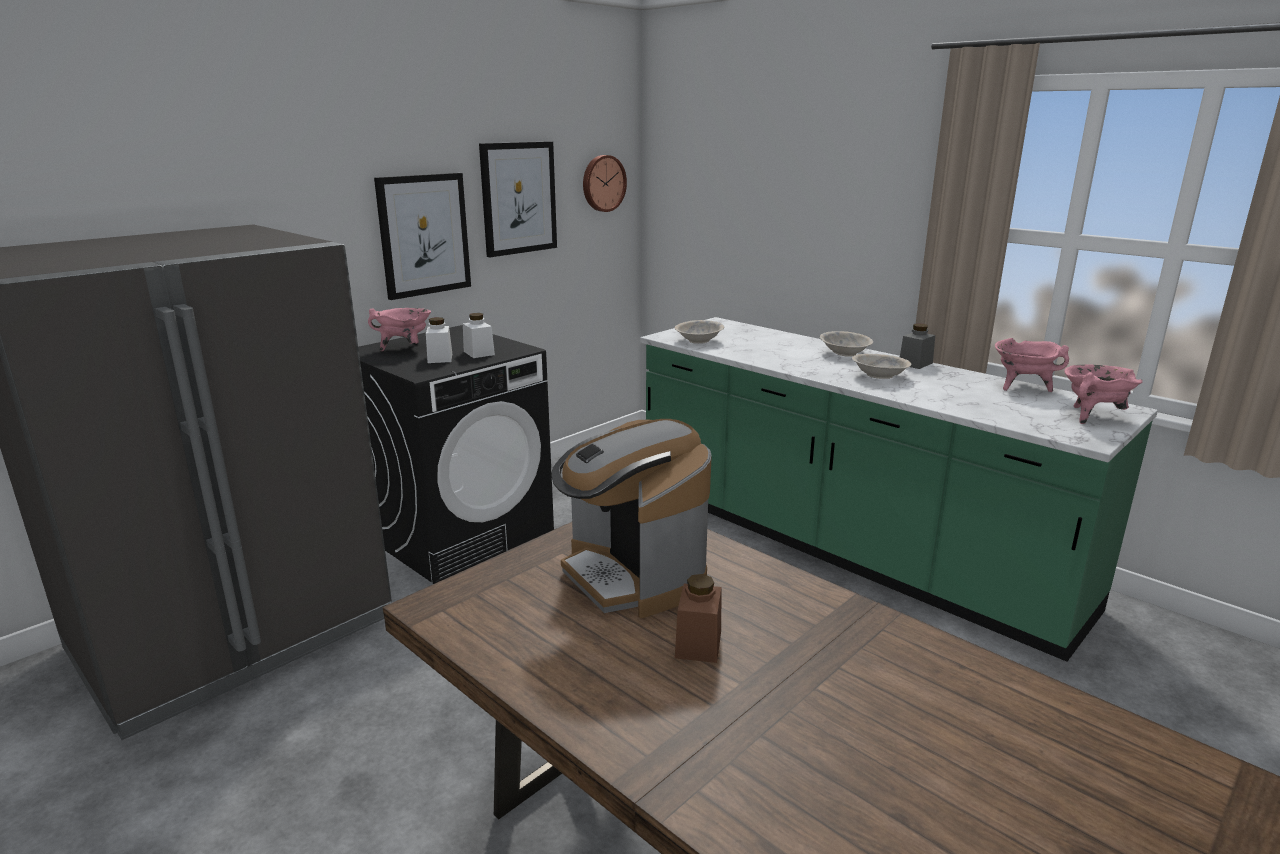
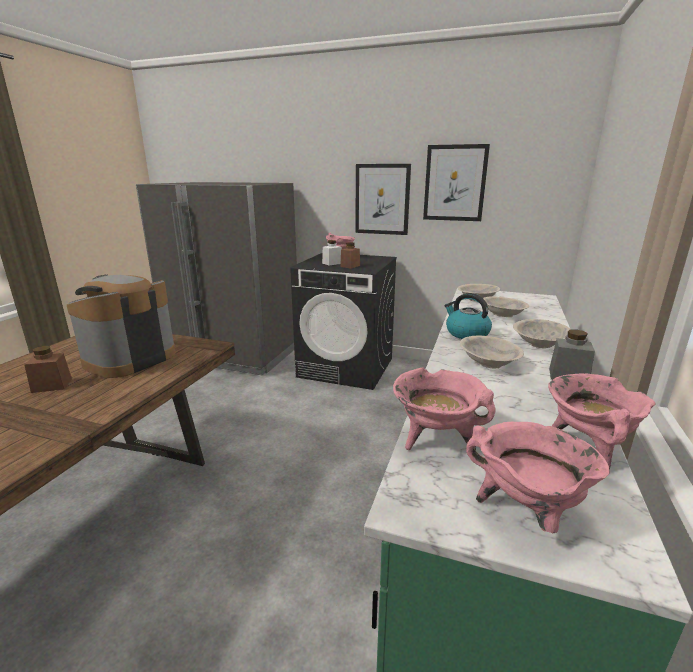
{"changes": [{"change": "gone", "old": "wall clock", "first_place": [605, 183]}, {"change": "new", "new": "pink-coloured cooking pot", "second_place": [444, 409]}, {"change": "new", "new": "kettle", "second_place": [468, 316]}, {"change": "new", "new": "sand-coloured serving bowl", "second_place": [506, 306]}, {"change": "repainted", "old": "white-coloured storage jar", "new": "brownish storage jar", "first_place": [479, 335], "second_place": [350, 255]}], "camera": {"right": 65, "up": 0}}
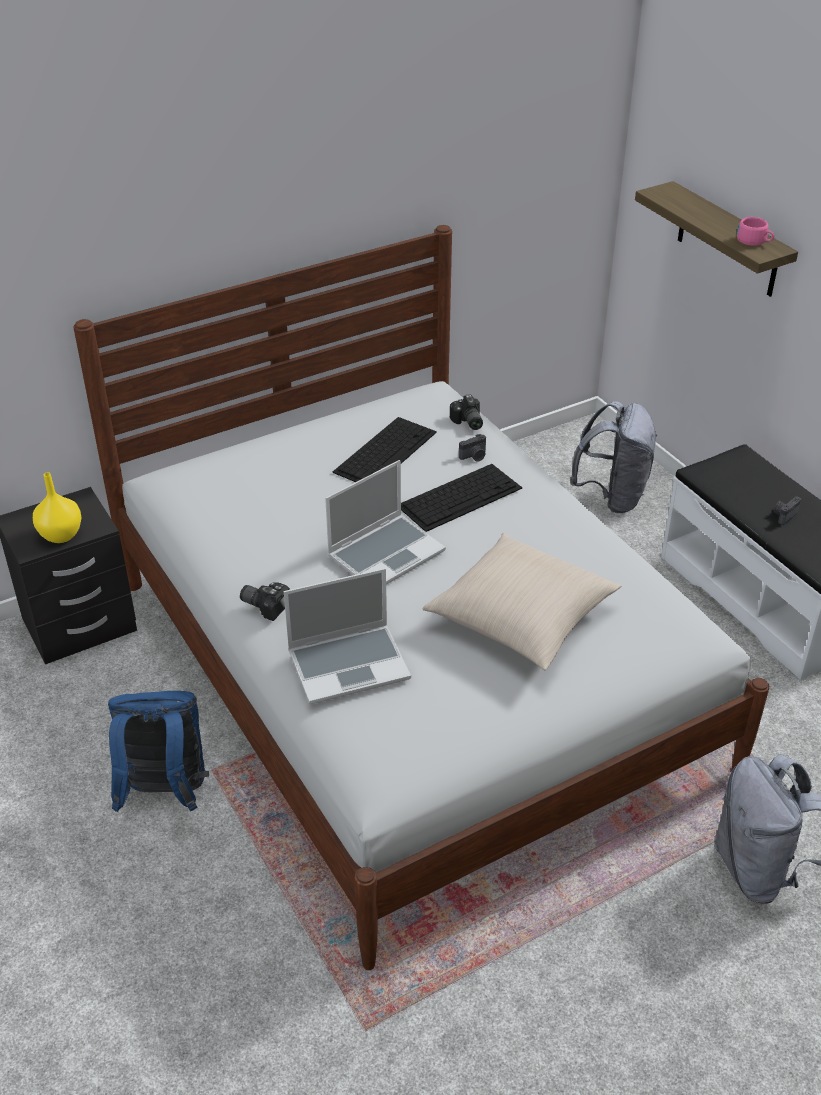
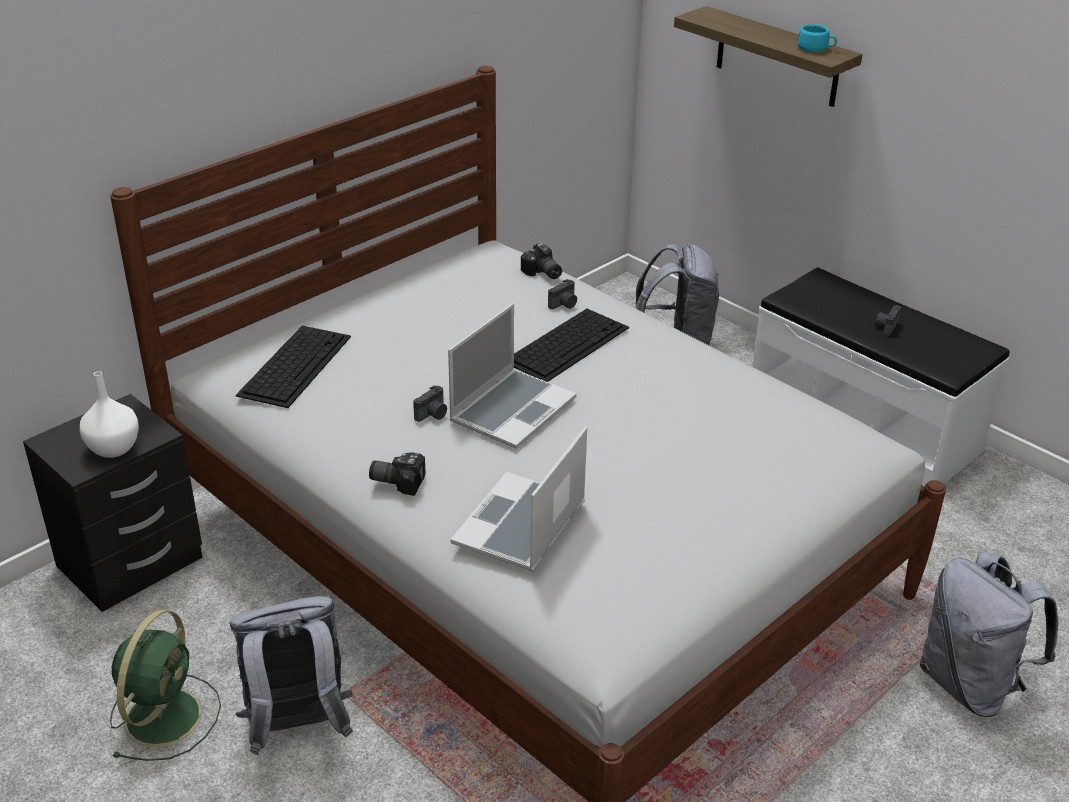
{"changes": [{"change": "gone", "old": "sand-coloured throw pillow", "first_place": [522, 601]}, {"change": "new", "new": "green electric fan", "second_place": [165, 685]}, {"change": "new", "new": "photo camera", "second_place": [430, 403]}, {"change": "shifted", "old": "PC keyboard", "first_place": [384, 449], "second_place": [293, 367]}, {"change": "repainted", "old": "yellowish decorative vase", "new": "white-coloured decorative vase", "first_place": [57, 507], "second_place": [109, 414]}, {"change": "repainted", "old": "bluish knapsack", "new": "greyish knapsack", "first_place": [158, 751], "second_place": [291, 675]}, {"change": "repainted", "old": "pink-coloured small cup", "new": "blue-green small cup", "first_place": [755, 231], "second_place": [817, 38]}, {"change": "rotated", "old": "notebook computer", "first_place": [347, 636], "second_place": [518, 499], "degrees": 150}], "camera": {"right": -15, "up": -5}}
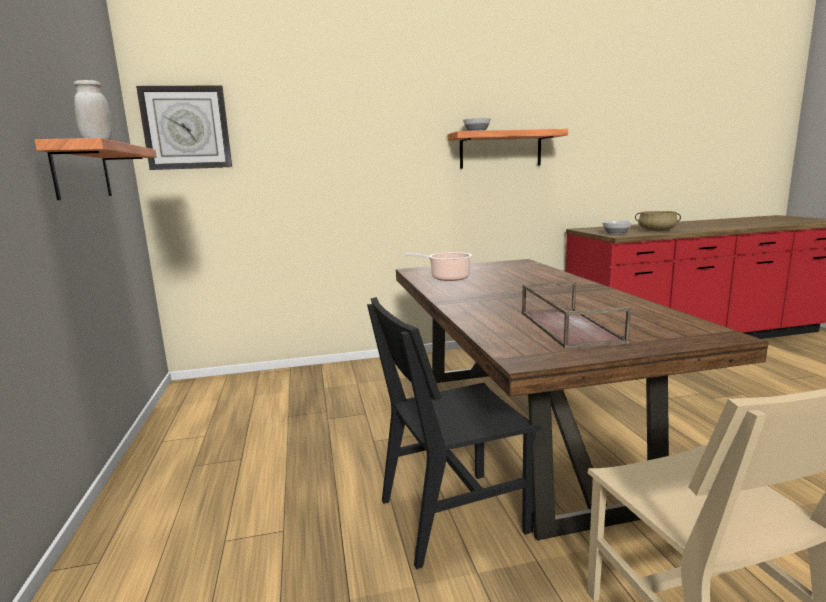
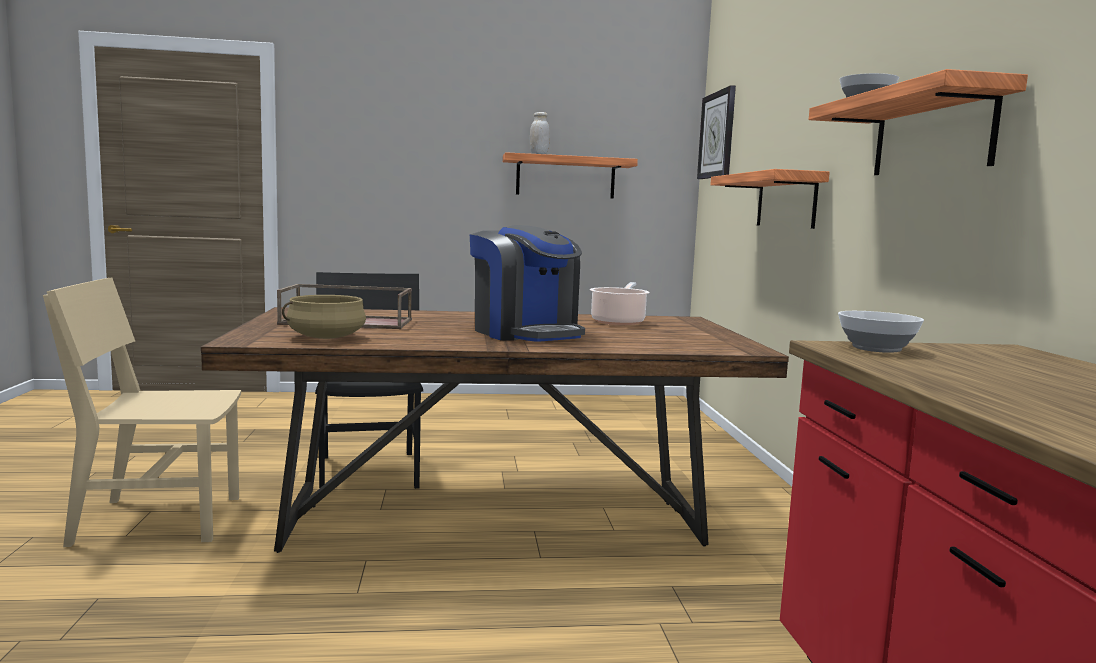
{"changes": [{"change": "new", "new": "coffee maker", "second_place": [527, 283]}, {"change": "new", "new": "wall shelf", "second_place": [770, 199]}, {"change": "shifted", "old": "sand-coloured cooking pot", "first_place": [658, 221], "second_place": [324, 317]}], "camera": {"right": 95, "up": -5}}
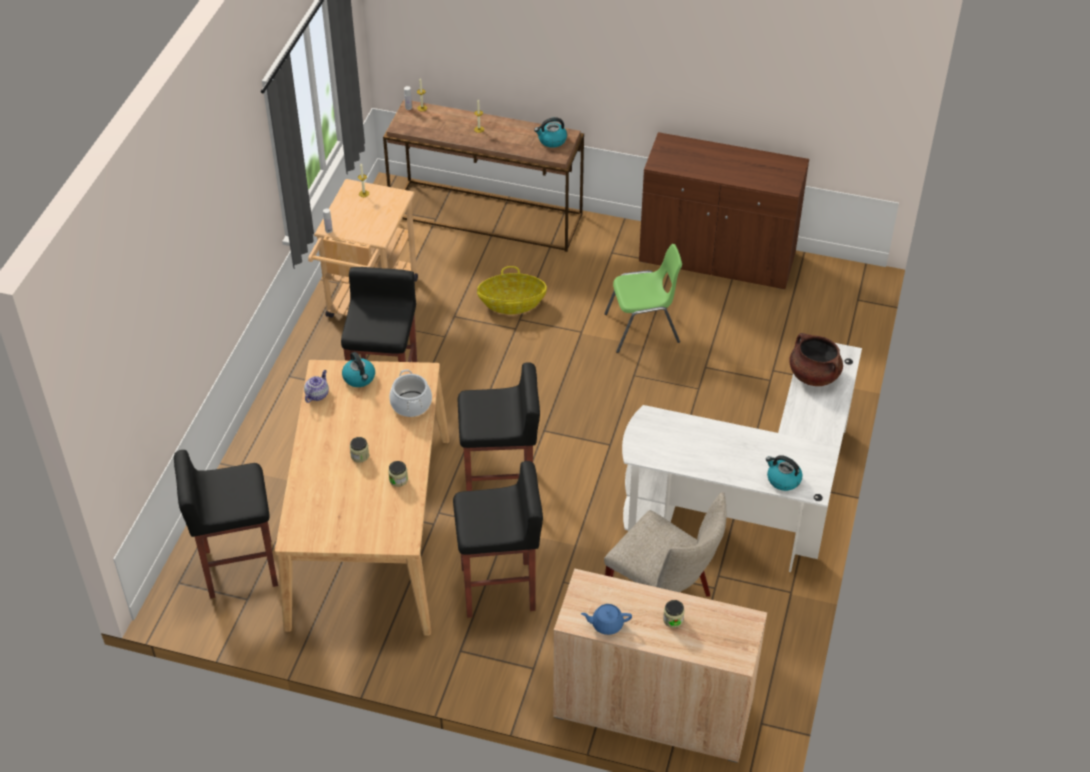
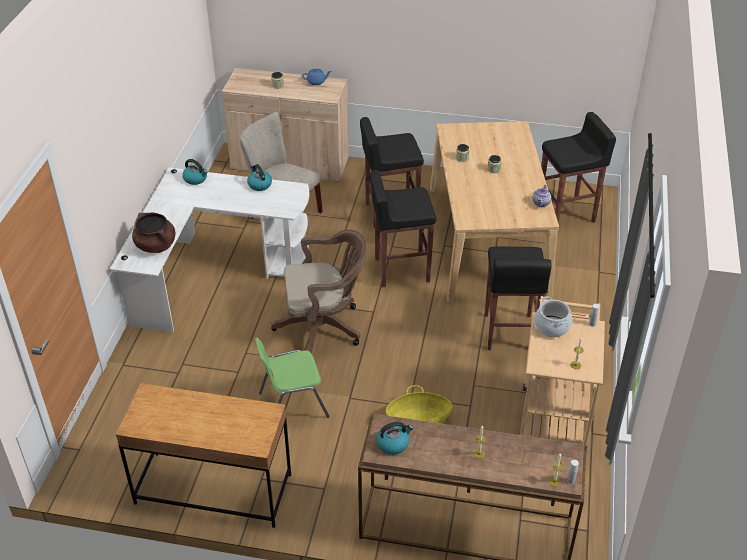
{"changes": [{"change": "new", "new": "brownish office chair", "second_place": [318, 291]}, {"change": "shifted", "old": "kettle", "first_place": [358, 369], "second_place": [259, 177]}, {"change": "shifted", "old": "cooking pot", "first_place": [410, 393], "second_place": [553, 316]}, {"change": "swapped", "old": "brownish cabinet", "new": "brownish desk", "first_place": [724, 211], "second_place": [203, 455]}], "camera": {"right": 175, "up": -5}}
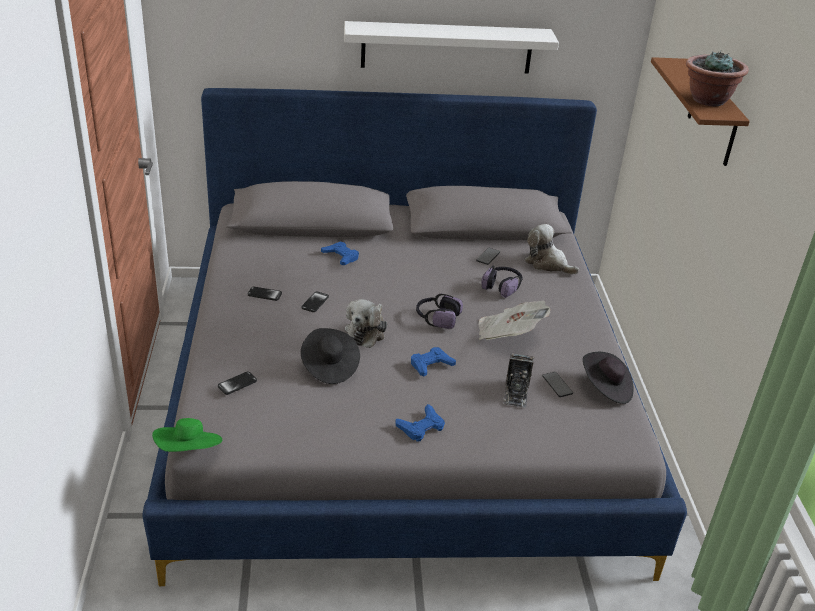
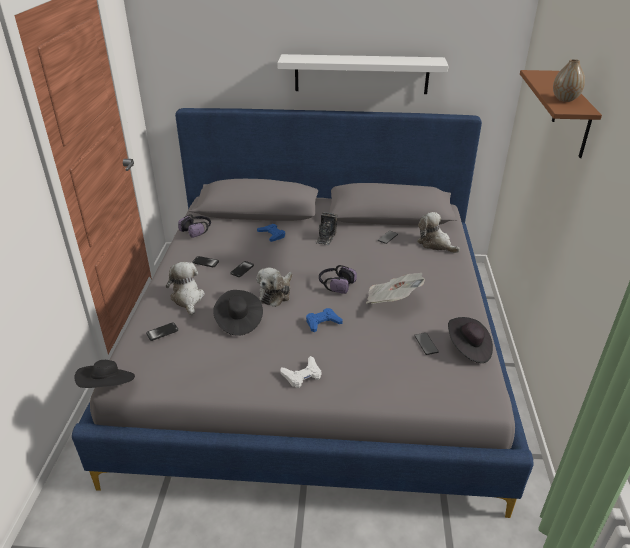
{"changes": [{"change": "new", "new": "cuddly toy", "second_place": [185, 288]}, {"change": "shifted", "old": "headphones", "first_place": [501, 281], "second_place": [194, 226]}, {"change": "shifted", "old": "photo camera", "first_place": [518, 380], "second_place": [326, 228]}, {"change": "swapped", "old": "potted plant", "new": "decorative vase", "first_place": [717, 78], "second_place": [569, 80]}, {"change": "repainted", "old": "green wearable hat", "new": "black-coloured wearable hat", "first_place": [187, 435], "second_place": [104, 374]}, {"change": "repainted", "old": "bluish game controller", "new": "white-coloured game controller", "first_place": [420, 423], "second_place": [300, 372]}], "camera": {"right": 10, "up": 0}}
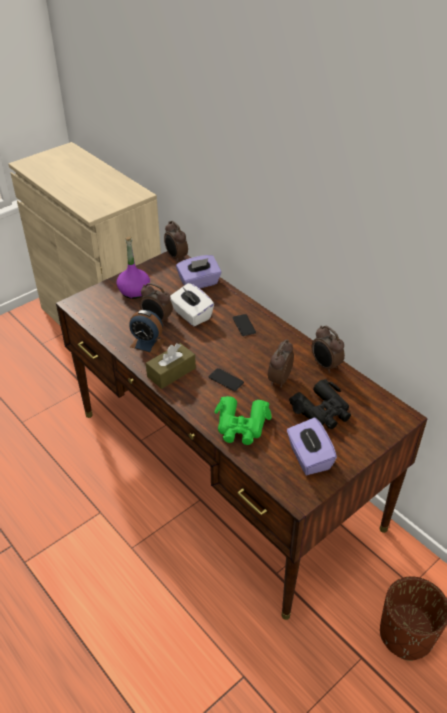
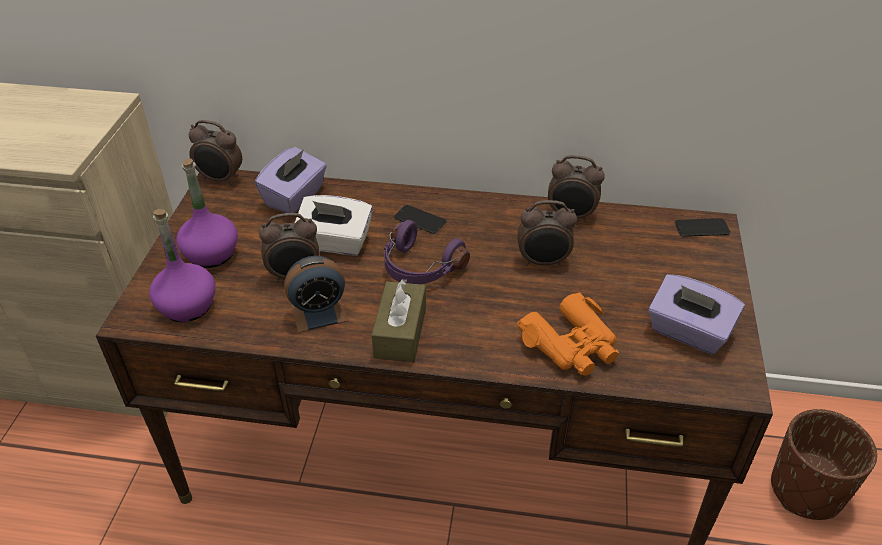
{"changes": [{"change": "gone", "old": "black-coloured pair of binoculars", "first_place": [320, 404]}, {"change": "new", "new": "purple-coloured beverage bottle", "second_place": [182, 265]}, {"change": "new", "new": "purple-coloured headphones", "second_place": [427, 252]}, {"change": "shifted", "old": "telephone", "first_place": [226, 379], "second_place": [702, 227]}, {"change": "repainted", "old": "green pair of binoculars", "new": "orangey pair of binoculars", "first_place": [243, 420], "second_place": [568, 334]}, {"change": "rotated", "old": "table clock", "first_place": [281, 363], "second_place": [547, 233], "degrees": -75}], "camera": {"right": -40, "up": 0}}
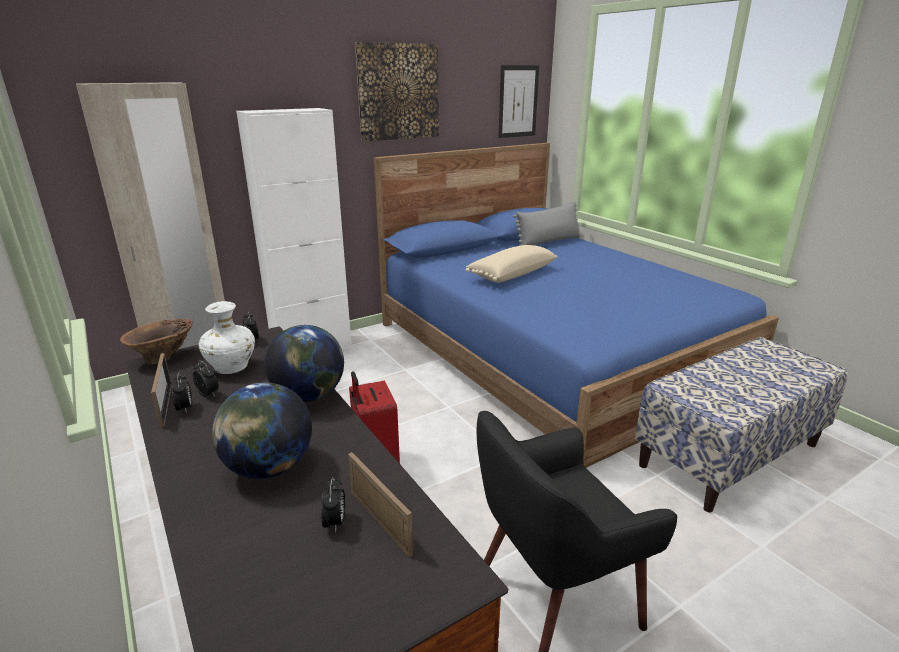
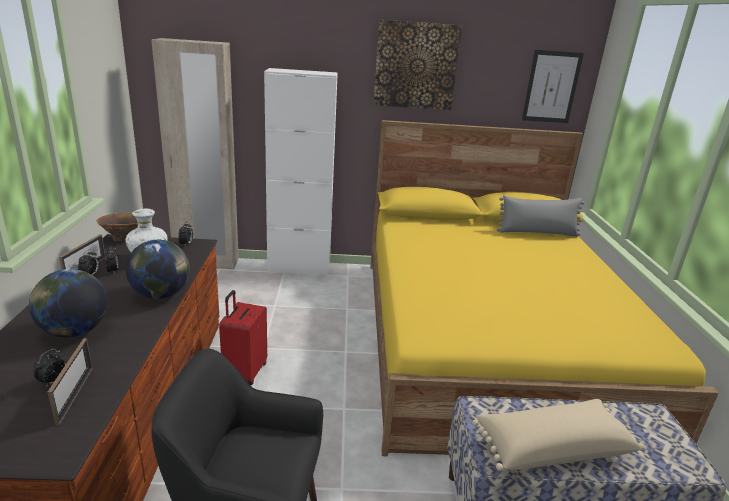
{"changes": [{"change": "shifted", "old": "sand-coloured throw pillow", "first_place": [511, 264], "second_place": [558, 435]}, {"change": "repainted", "old": "bluish bedroom bed", "new": "yellowish bedroom bed", "first_place": [576, 305], "second_place": [545, 288]}], "camera": {"right": 30, "up": 0}}
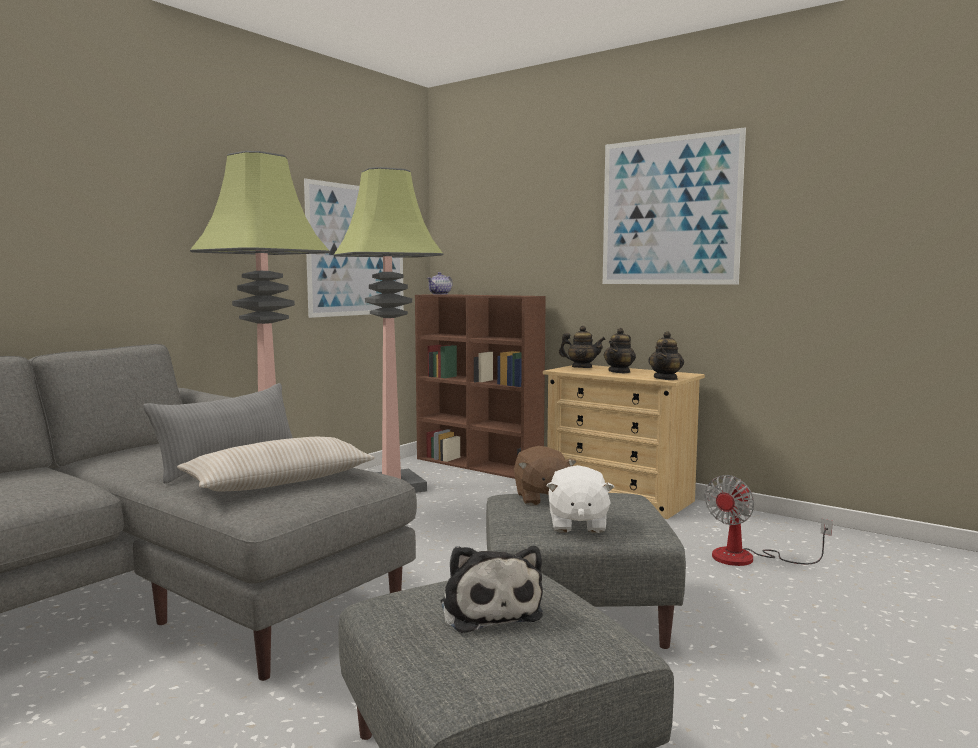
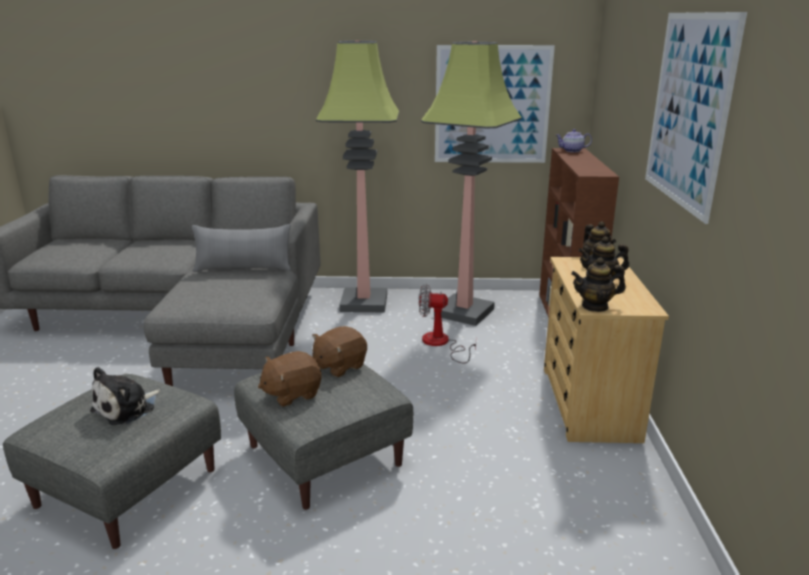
{"changes": [{"change": "gone", "old": "sand-coloured throw pillow", "first_place": [276, 464]}, {"change": "shifted", "old": "electric fan", "first_place": [768, 520], "second_place": [447, 323]}, {"change": "repainted", "old": "white-coloured cuddly toy", "new": "brownish cuddly toy", "first_place": [580, 499], "second_place": [290, 379]}], "camera": {"right": 55, "up": 15}}
